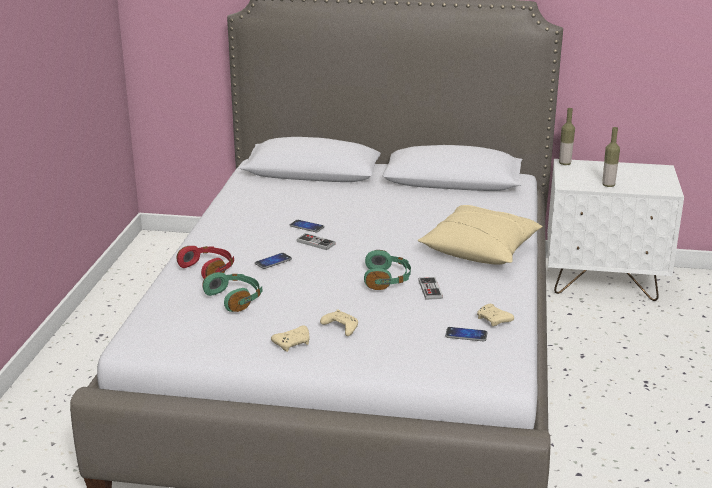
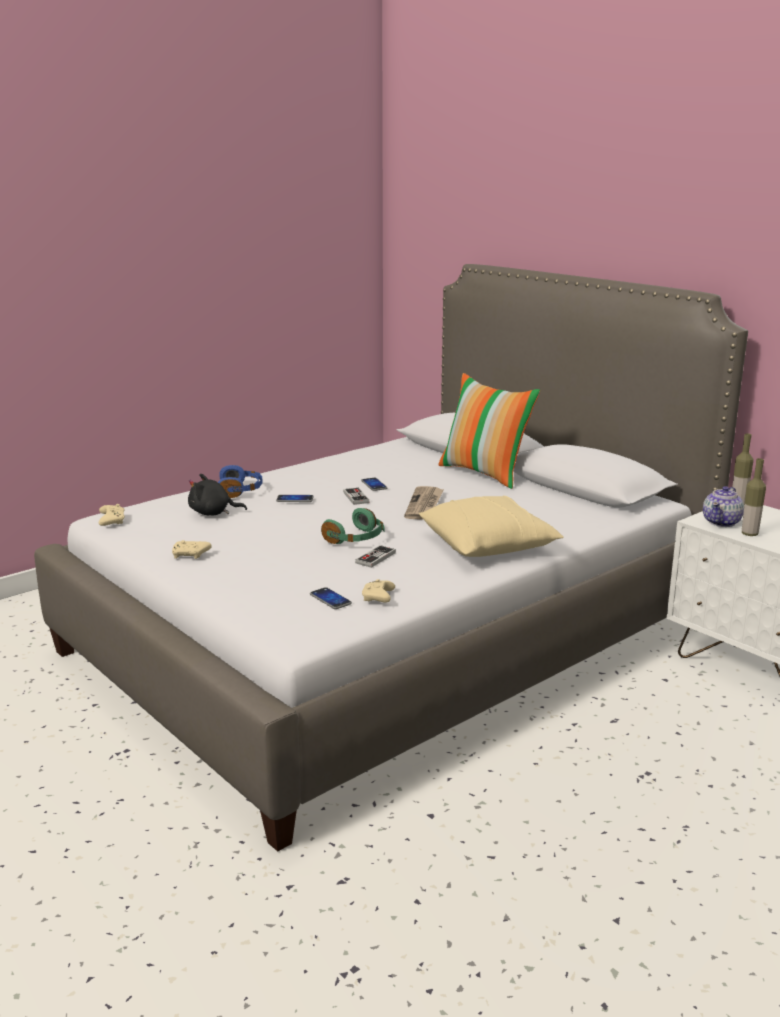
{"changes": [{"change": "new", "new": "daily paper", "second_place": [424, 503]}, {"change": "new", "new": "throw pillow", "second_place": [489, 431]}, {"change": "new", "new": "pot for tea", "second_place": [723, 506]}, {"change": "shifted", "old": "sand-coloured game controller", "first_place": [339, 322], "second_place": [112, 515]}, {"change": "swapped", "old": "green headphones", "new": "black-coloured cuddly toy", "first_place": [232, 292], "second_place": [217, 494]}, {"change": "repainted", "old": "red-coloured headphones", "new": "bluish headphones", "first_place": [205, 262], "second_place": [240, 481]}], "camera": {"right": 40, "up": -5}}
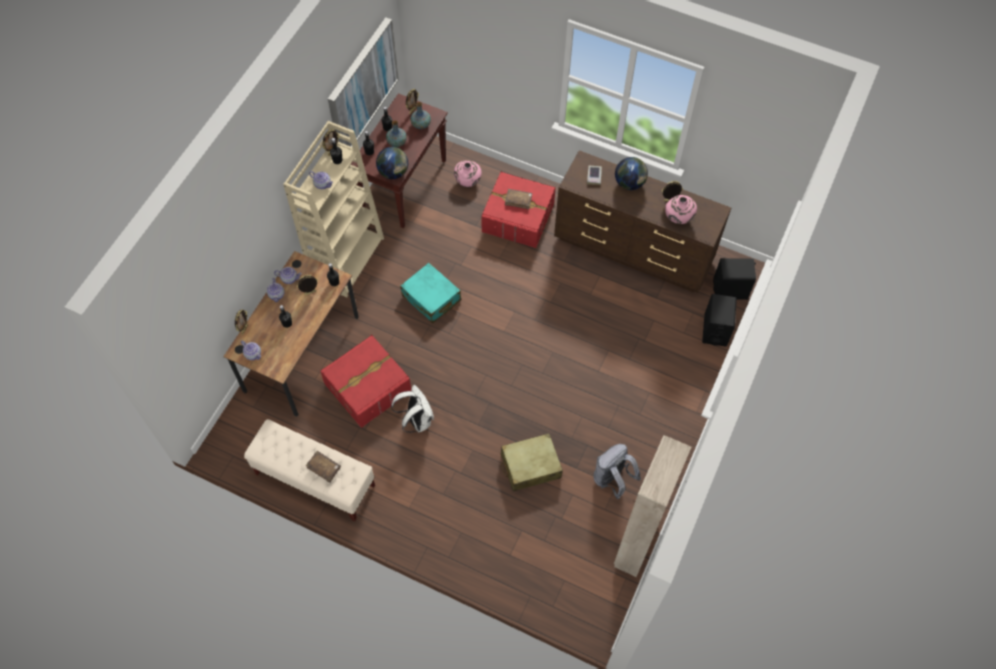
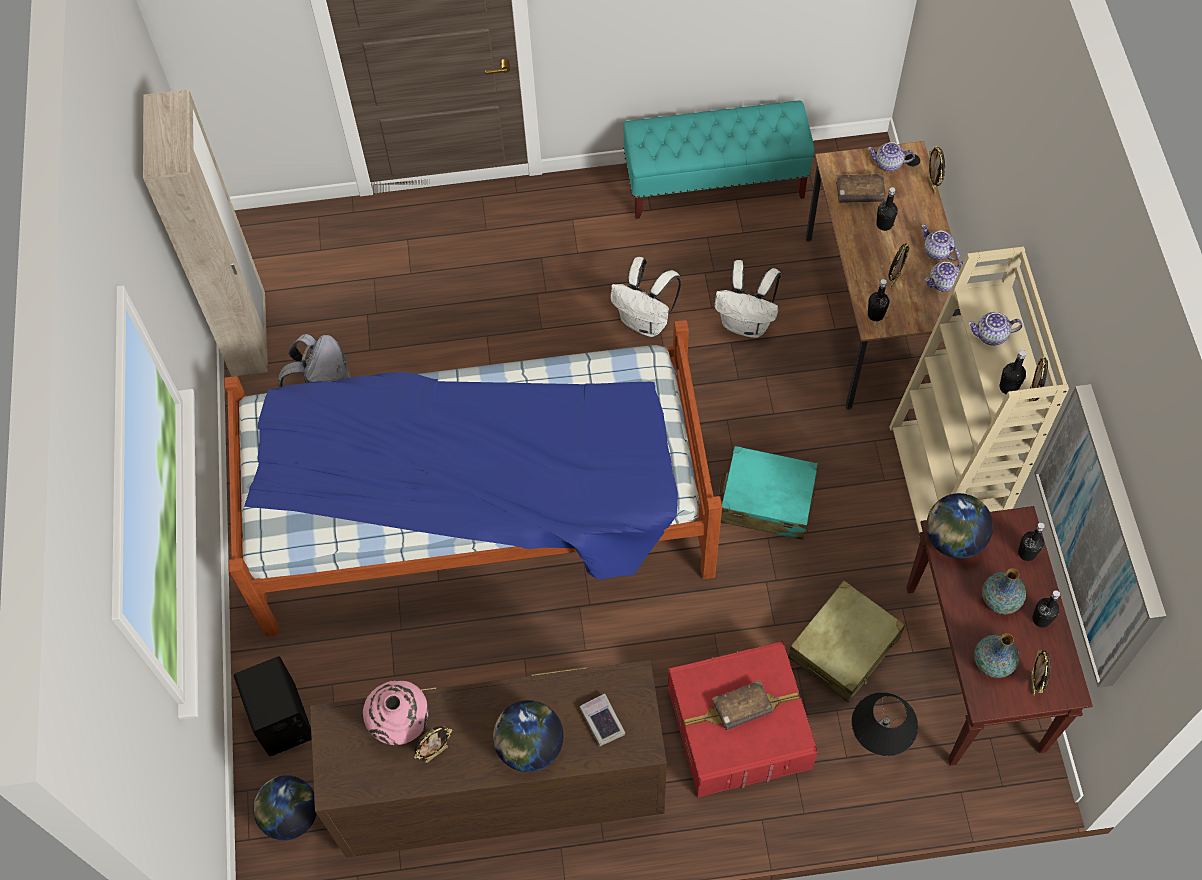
{"changes": [{"change": "new", "new": "bedroom bed", "second_place": [473, 478]}, {"change": "shifted", "old": "brownish bound book", "first_place": [323, 467], "second_place": [861, 188]}, {"change": "shifted", "old": "sand-coloured suitcase", "first_place": [532, 462], "second_place": [846, 642]}, {"change": "swapped", "old": "red-coloured storage bin", "new": "white-coloured knapsack", "first_place": [365, 381], "second_place": [747, 299]}, {"change": "swapped", "old": "pink-coloured decorative vase", "new": "black-coloured table lamp", "first_place": [468, 173], "second_place": [885, 724]}, {"change": "swapped", "old": "black-coloured loudspeaker", "new": "globe", "first_place": [734, 279], "second_place": [285, 807]}, {"change": "repainted", "old": "sand-coloured indoor bench", "new": "blue-green indoor bench", "first_place": [309, 470], "second_place": [719, 160]}], "camera": {"right": 150, "up": 0}}
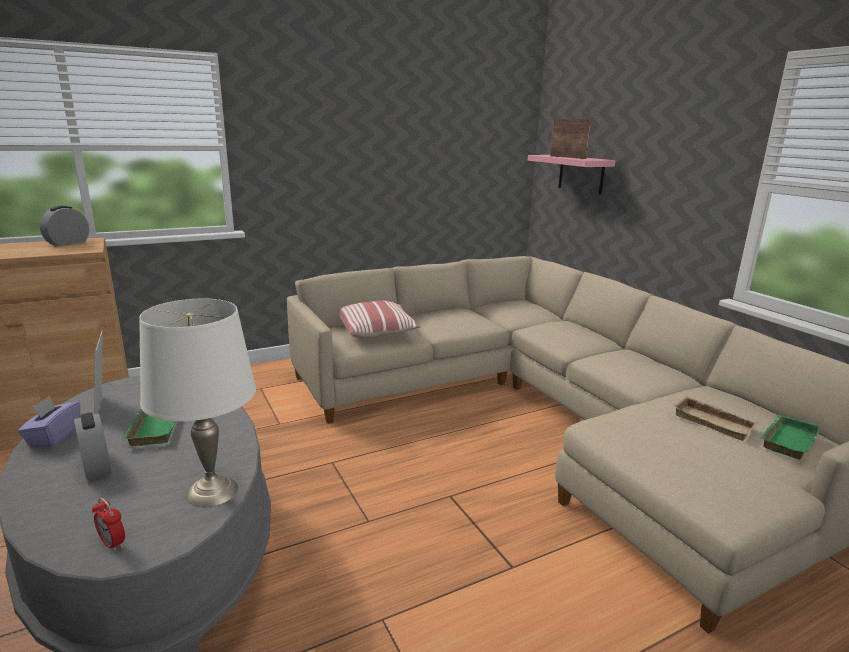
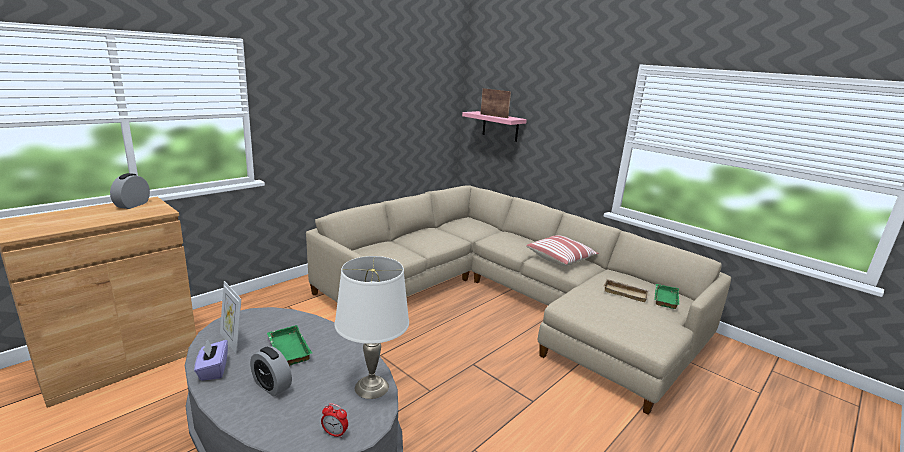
{"changes": [{"change": "shifted", "old": "throw pillow", "first_place": [379, 319], "second_place": [562, 250]}], "camera": {"right": -20, "up": 0}}
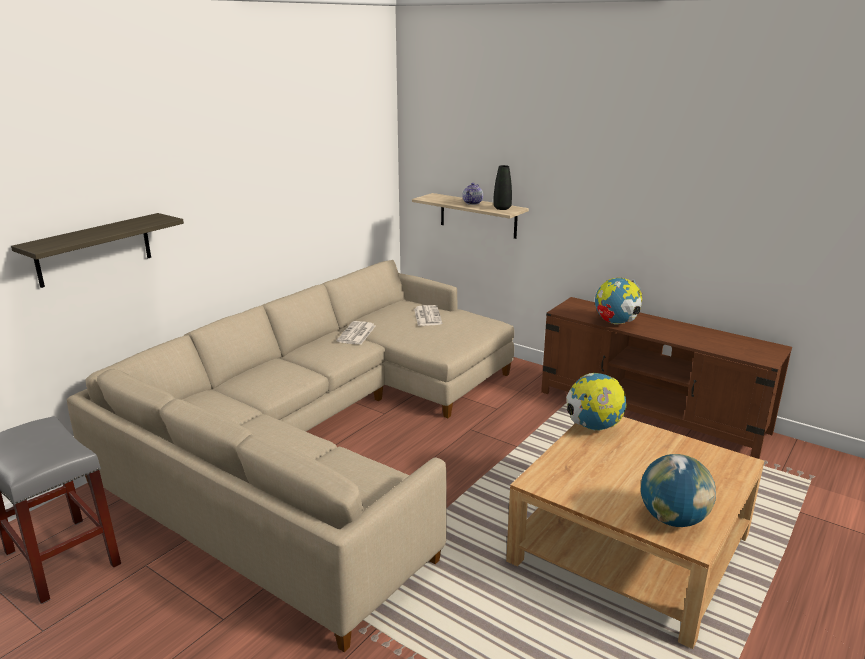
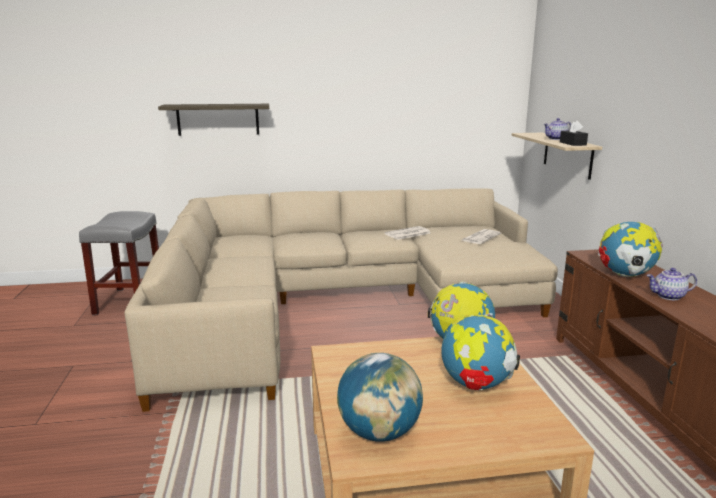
{"changes": [{"change": "new", "new": "globe", "second_place": [480, 351]}, {"change": "new", "new": "pot for tea", "second_place": [672, 284]}, {"change": "swapped", "old": "black-coloured decorative vase", "new": "black-coloured tissue box", "first_place": [502, 187], "second_place": [574, 133]}], "camera": {"right": 45, "up": -5}}
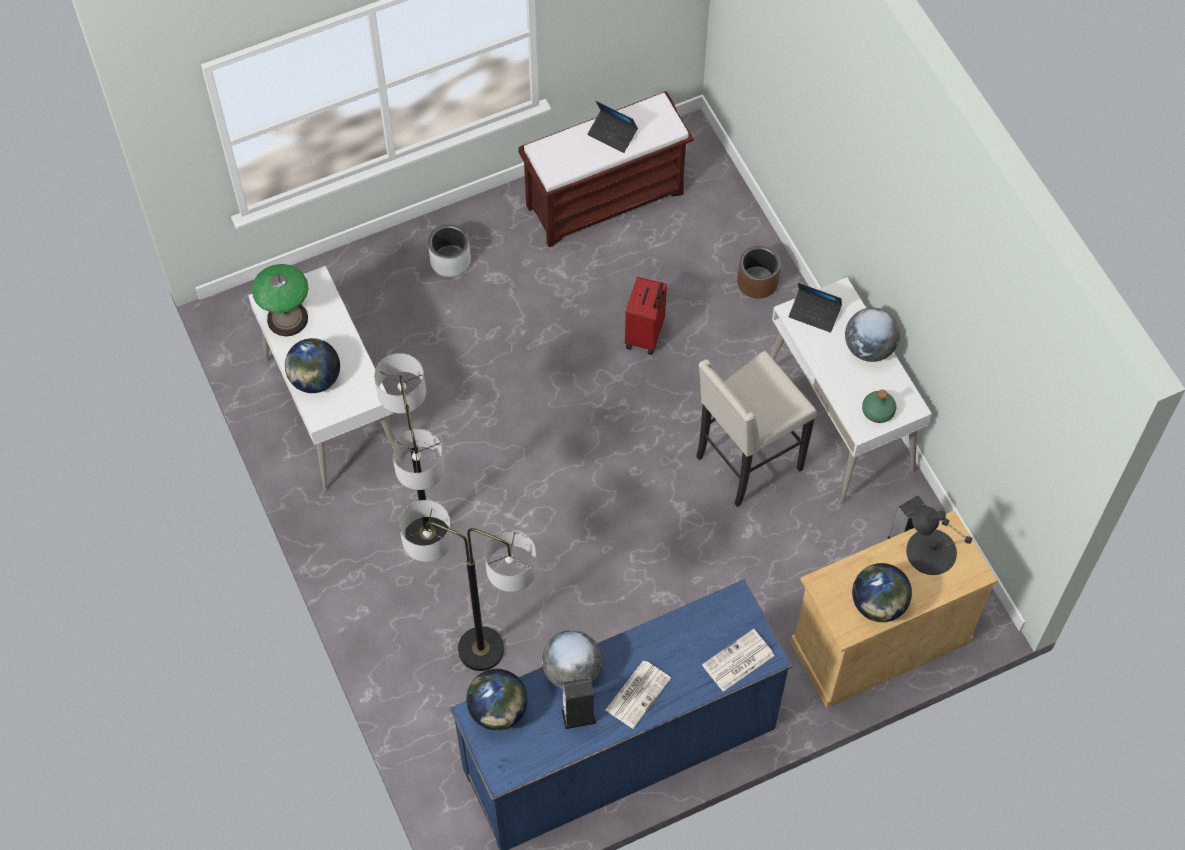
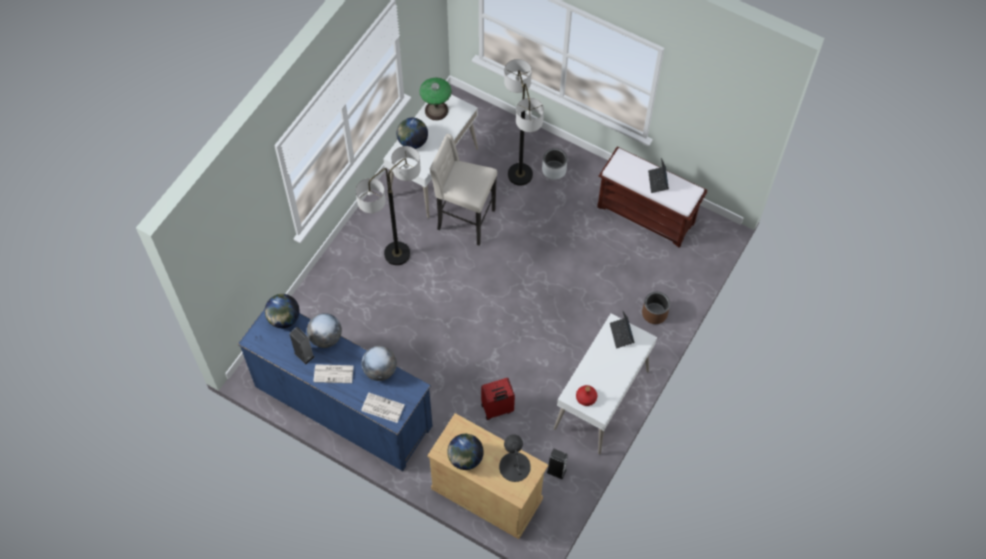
{"changes": [{"change": "shifted", "old": "floor lamp", "first_place": [468, 585], "second_place": [524, 122]}, {"change": "shifted", "old": "red-coloured suitcase", "first_place": [646, 316], "second_place": [498, 399]}, {"change": "shifted", "old": "sand-coloured stool", "first_place": [756, 429], "second_place": [463, 190]}, {"change": "shifted", "old": "globe", "first_place": [872, 334], "second_place": [379, 363]}, {"change": "repainted", "old": "green beverage bottle", "new": "red-coloured beverage bottle", "first_place": [879, 406], "second_place": [586, 395]}], "camera": {"right": 55, "up": 0}}
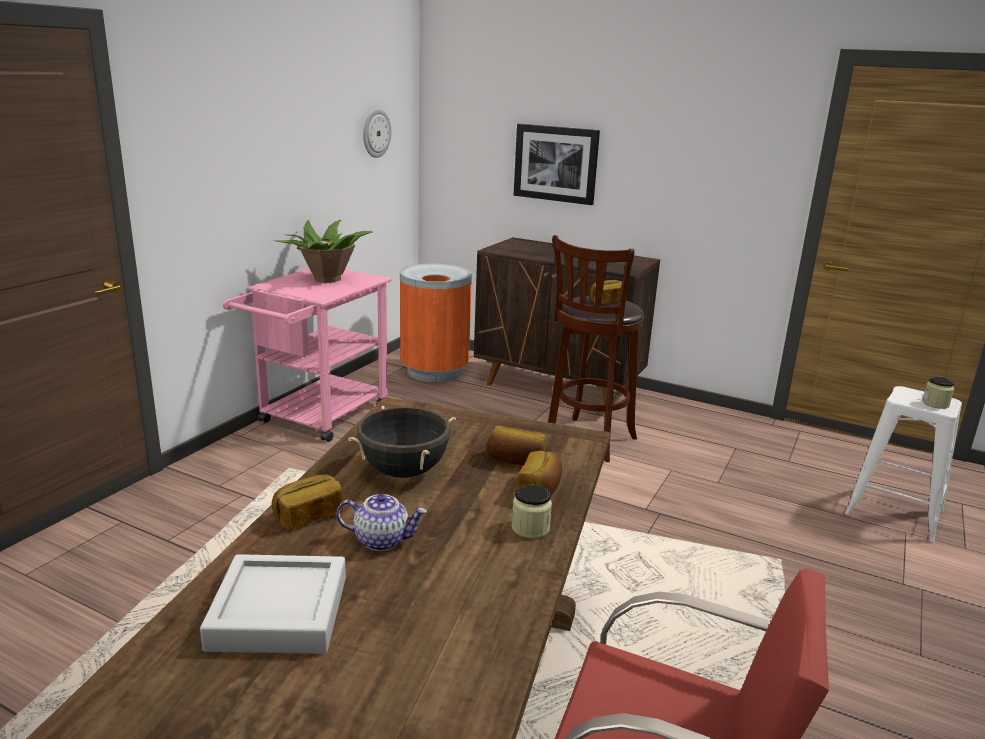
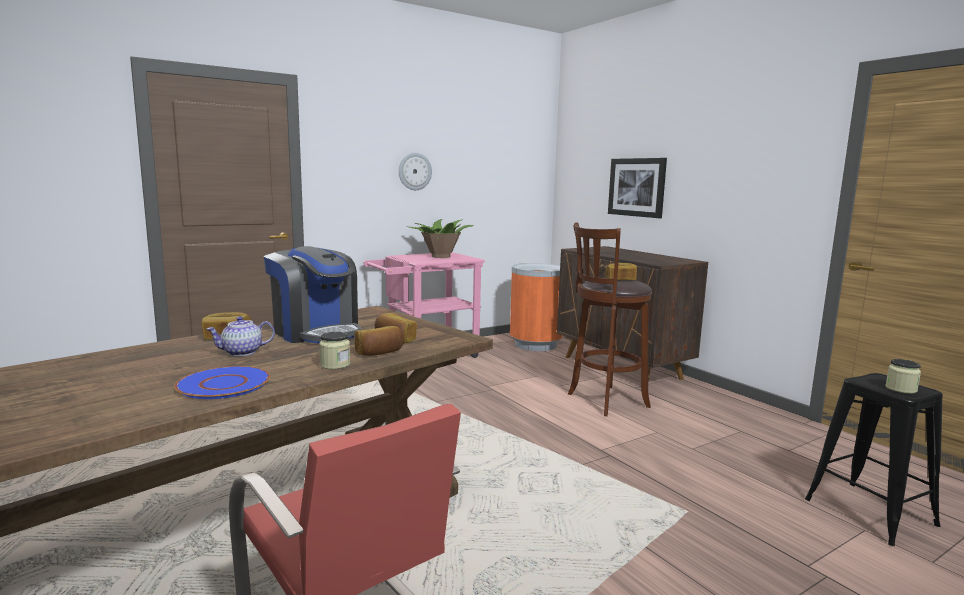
{"changes": [{"change": "gone", "old": "greyish tray", "first_place": [273, 604]}, {"change": "new", "new": "bluish dinner plate", "second_place": [222, 382]}, {"change": "shifted", "old": "wall clock", "first_place": [377, 133], "second_place": [415, 171]}, {"change": "swapped", "old": "black-coloured cooking pot", "new": "coffee maker", "first_place": [402, 442], "second_place": [312, 294]}, {"change": "repainted", "old": "white-coloured stool", "new": "black-coloured stool", "first_place": [903, 464], "second_place": [874, 459]}, {"change": "rotated", "old": "pot for tea", "first_place": [381, 522], "second_place": [240, 336], "degrees": 120}], "camera": {"right": 30, "up": -10}}
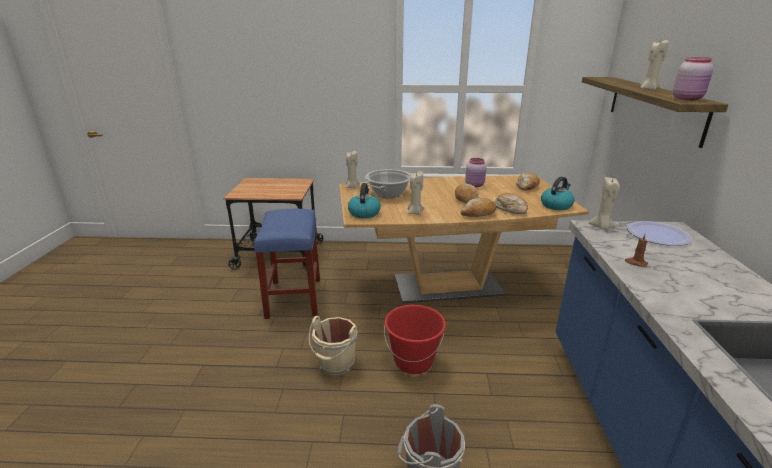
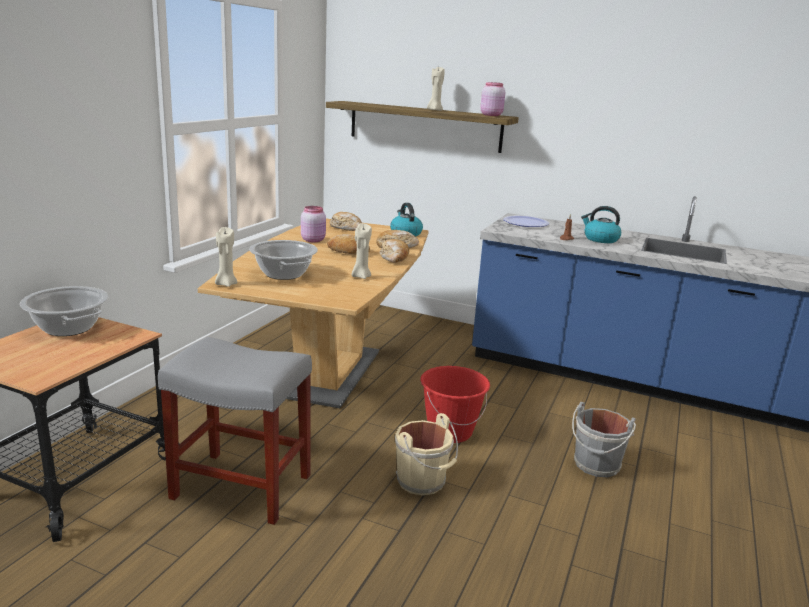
{"changes": [{"change": "gone", "old": "sand-coloured wax candle", "first_place": [604, 203]}, {"change": "new", "new": "cooking pot", "second_place": [64, 311]}, {"change": "shifted", "old": "kettle", "first_place": [364, 200], "second_place": [601, 224]}, {"change": "repainted", "old": "bluish stool", "new": "greyish stool", "first_place": [287, 264], "second_place": [235, 431]}], "camera": {"right": -70, "up": -5}}
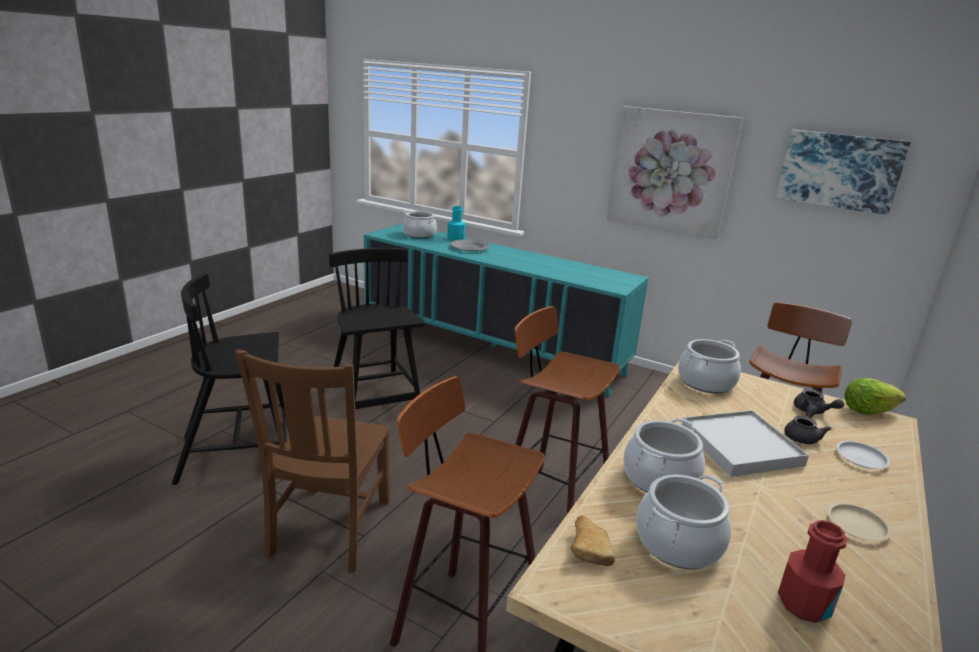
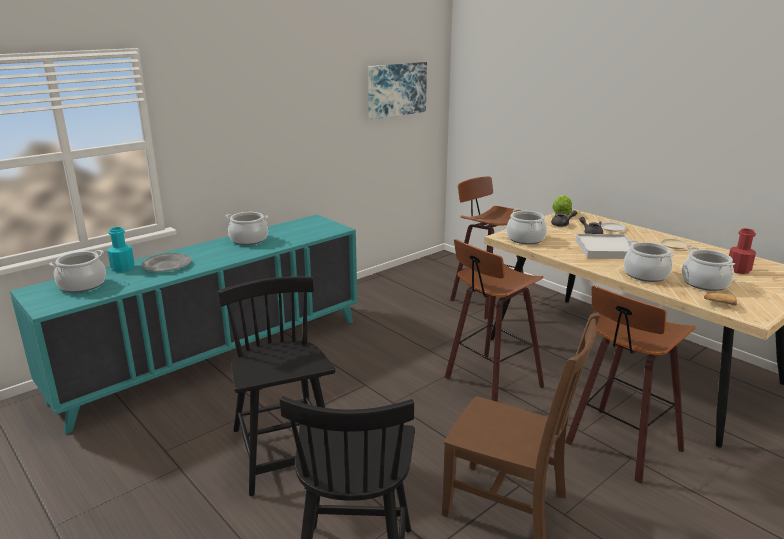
{"changes": [{"change": "gone", "old": "wall art", "first_place": [675, 172]}, {"change": "new", "new": "cooking pot", "second_place": [246, 228]}, {"change": "rotated", "old": "black-coloured chair", "first_place": [377, 328], "second_place": [276, 386], "degrees": 75}], "camera": {"right": -70, "up": 0}}
